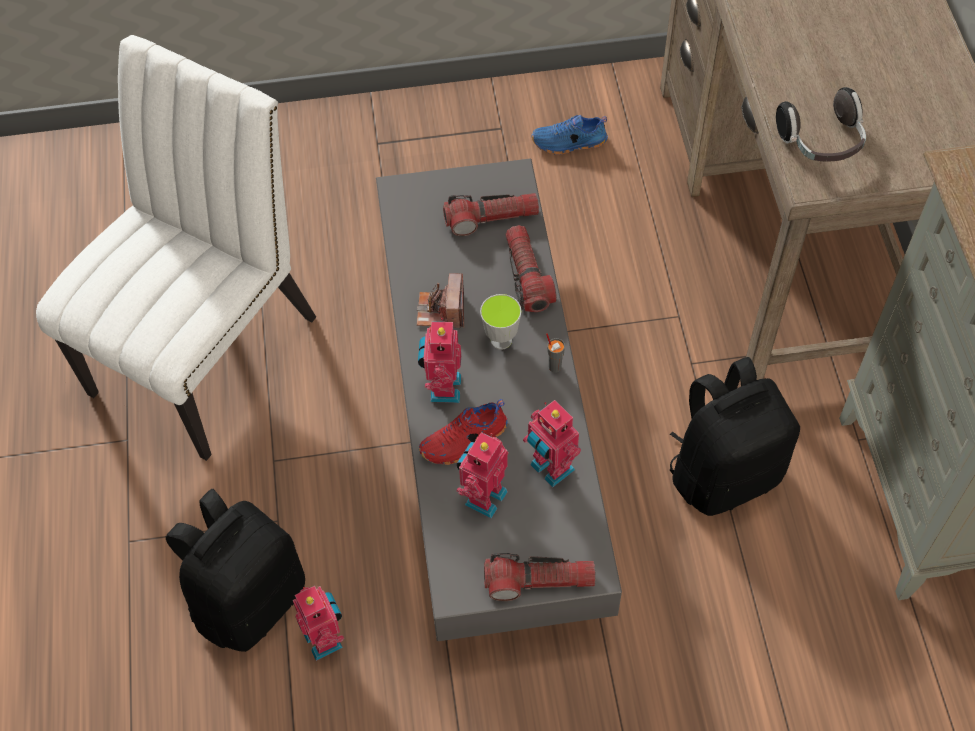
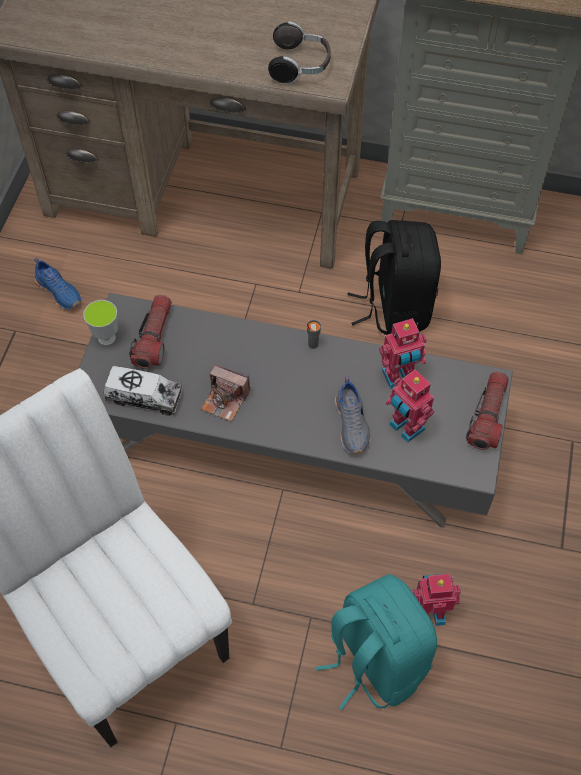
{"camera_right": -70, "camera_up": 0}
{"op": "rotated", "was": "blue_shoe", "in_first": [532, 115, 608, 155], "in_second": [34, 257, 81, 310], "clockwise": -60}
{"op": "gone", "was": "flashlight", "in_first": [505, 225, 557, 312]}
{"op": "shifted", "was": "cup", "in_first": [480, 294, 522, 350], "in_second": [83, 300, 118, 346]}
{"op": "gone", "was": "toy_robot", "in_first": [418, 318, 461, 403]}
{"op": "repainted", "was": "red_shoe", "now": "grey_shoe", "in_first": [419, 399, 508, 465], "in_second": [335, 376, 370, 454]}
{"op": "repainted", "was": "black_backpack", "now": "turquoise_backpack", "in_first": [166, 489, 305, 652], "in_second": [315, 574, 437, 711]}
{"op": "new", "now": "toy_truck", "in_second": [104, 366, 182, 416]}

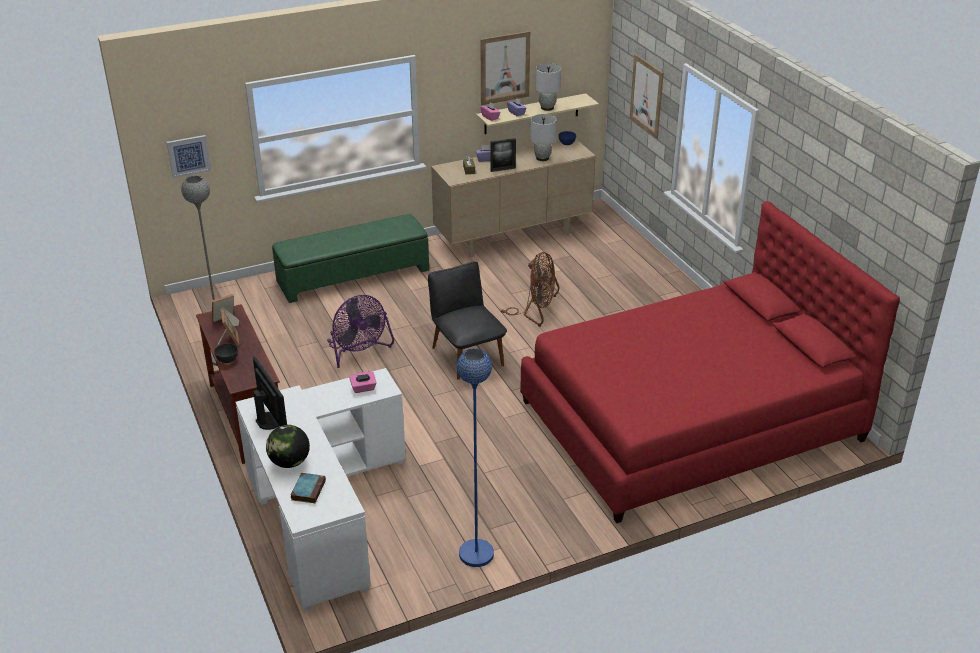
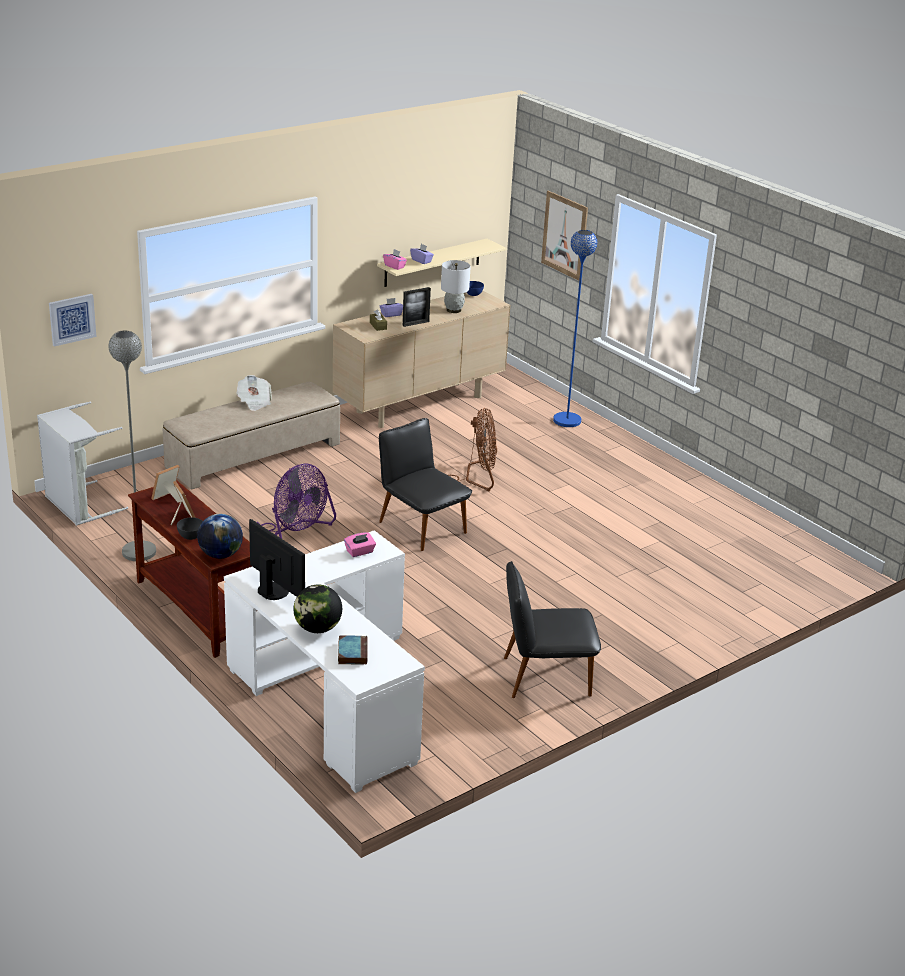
{"camera_right": -15, "camera_up": -5}
{"op": "gone", "was": "picture", "in_first": [480, 31, 530, 105]}
{"op": "gone", "was": "white_table_lamp", "in_first": [535, 63, 561, 111]}
{"op": "gone", "was": "red_bed", "in_first": [520, 201, 900, 523]}
{"op": "repainted", "was": "green_bench", "now": "beige_bench", "in_first": [272, 214, 429, 303], "in_second": [162, 382, 340, 489]}
{"op": "shifted", "was": "blue_floor_lamp", "in_first": [457, 348, 494, 567], "in_second": [553, 230, 597, 427]}
{"op": "new", "now": "newspaper", "in_second": [236, 375, 272, 411]}
{"op": "new", "now": "grey_laundry_basket", "in_second": [37, 401, 128, 526]}
{"op": "new", "now": "globe", "in_second": [197, 514, 243, 559]}
{"op": "new", "now": "black_chair", "in_second": [504, 561, 601, 698]}

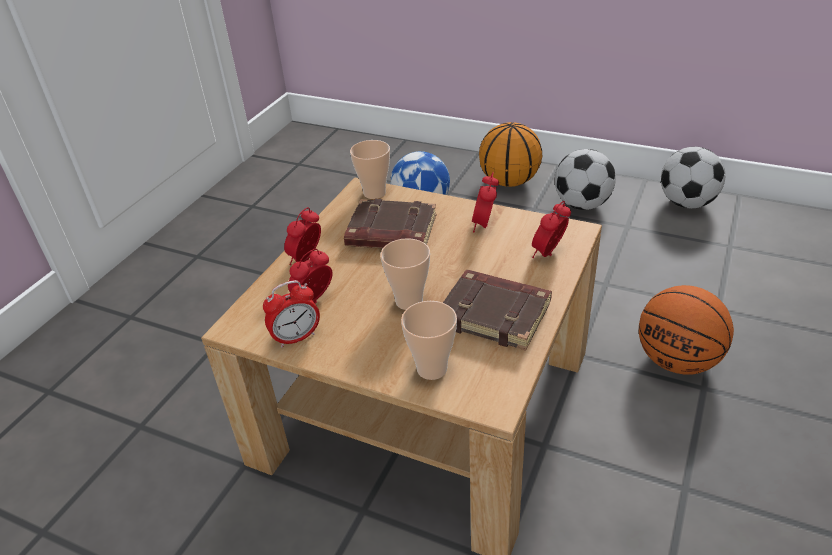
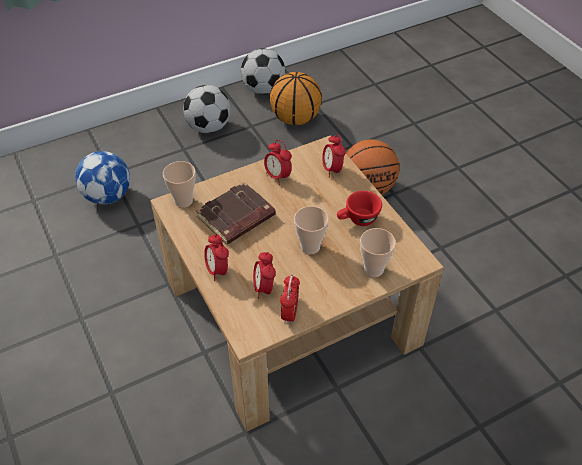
{"camera_right": -55, "camera_up": 10}
{"op": "shifted", "was": "basketball", "in_first": [479, 122, 542, 187], "in_second": [270, 72, 322, 125]}
{"op": "swapped", "was": "brown_book", "now": "red_cup", "in_first": [443, 270, 552, 350], "in_second": [337, 191, 382, 226]}

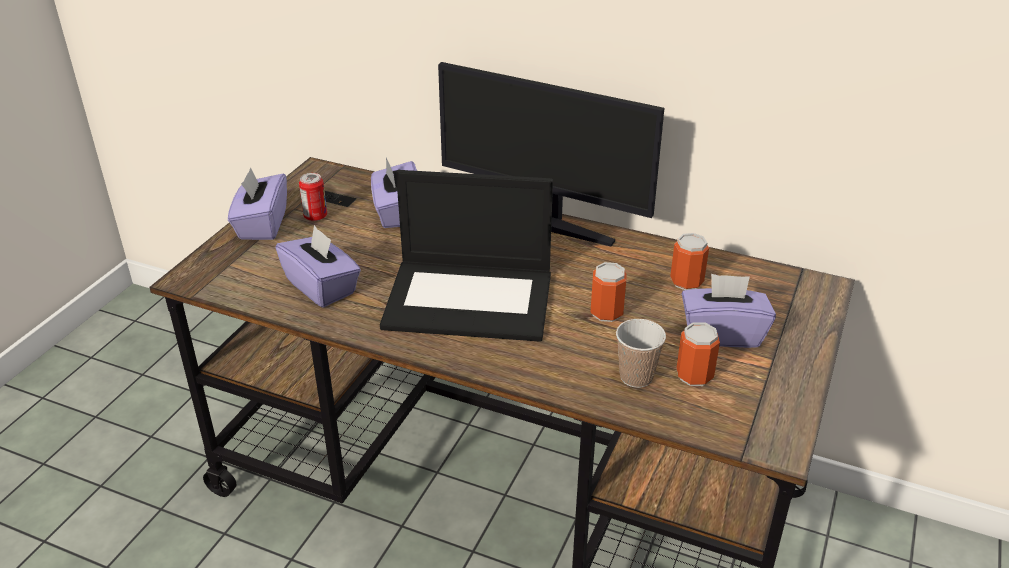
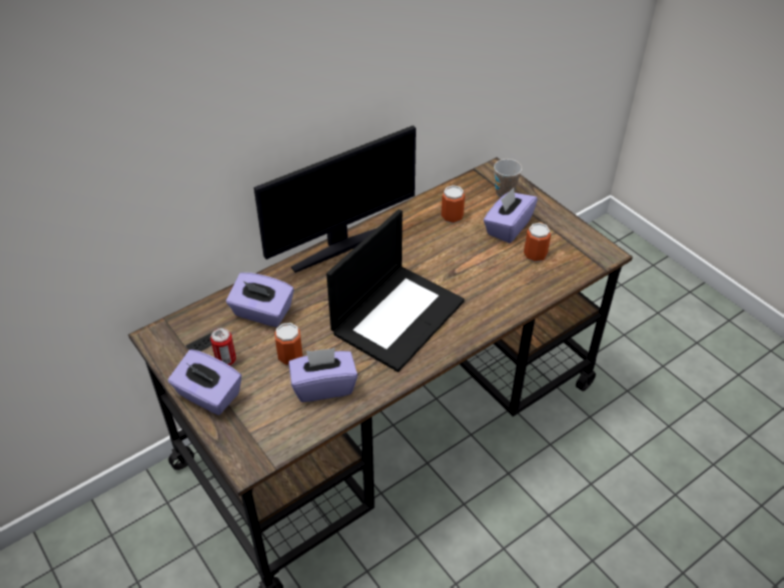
{"camera_right": -60, "camera_up": 10}
{"op": "shifted", "was": "can", "in_first": [590, 262, 627, 322], "in_second": [275, 323, 303, 365]}
{"op": "shifted", "was": "cup", "in_first": [616, 319, 666, 388], "in_second": [494, 159, 522, 197]}

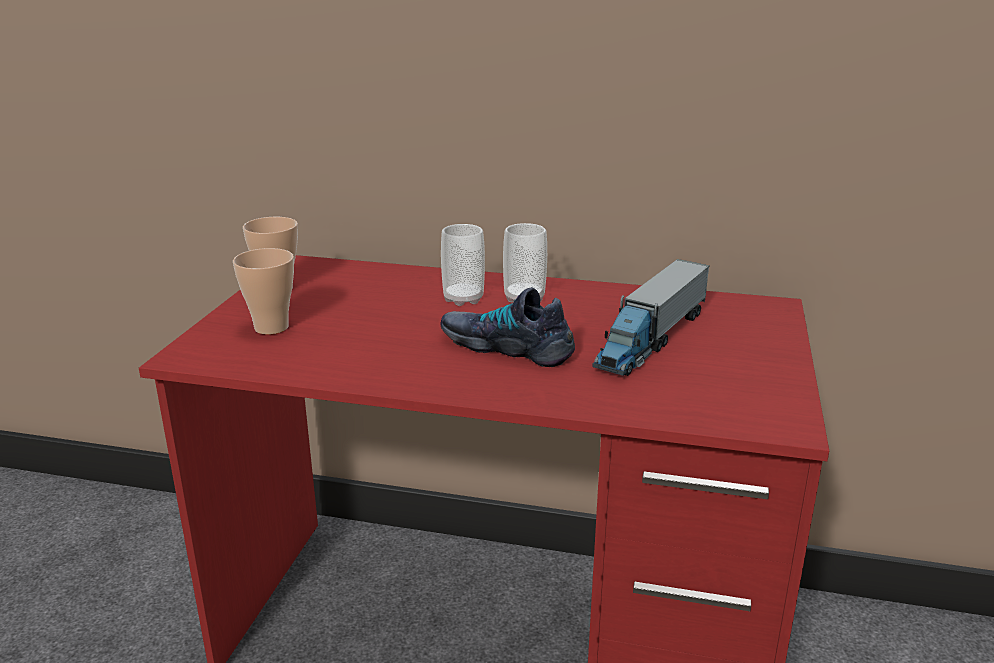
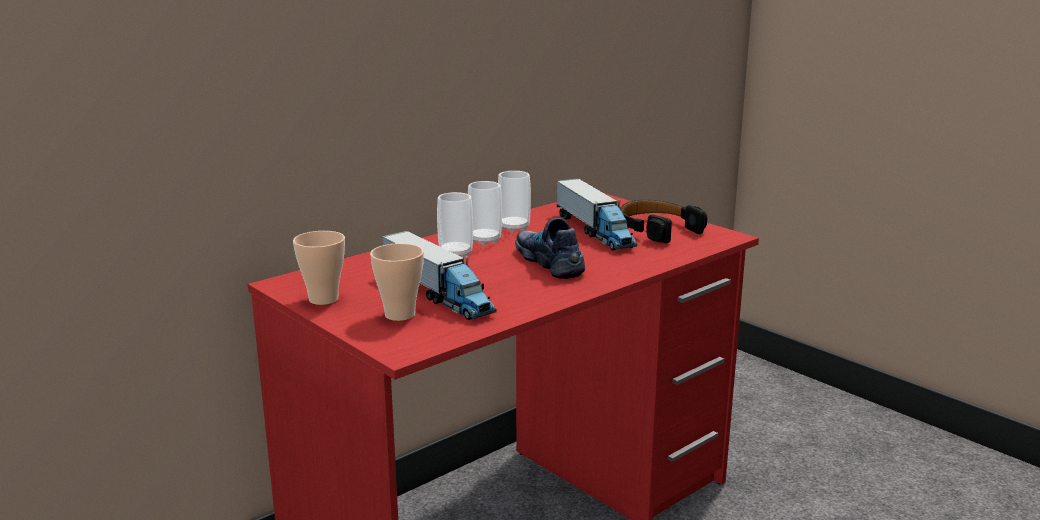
{"camera_right": -55, "camera_up": -5}
{"op": "rotated", "was": "shoe", "in_first": [440, 287, 575, 367], "in_second": [515, 218, 585, 279], "clockwise": 90}
{"op": "new", "now": "cup", "in_second": [498, 171, 531, 232]}
{"op": "new", "now": "black_headphones", "in_second": [621, 200, 707, 243]}
{"op": "new", "now": "toy_truck", "in_second": [382, 231, 497, 320]}

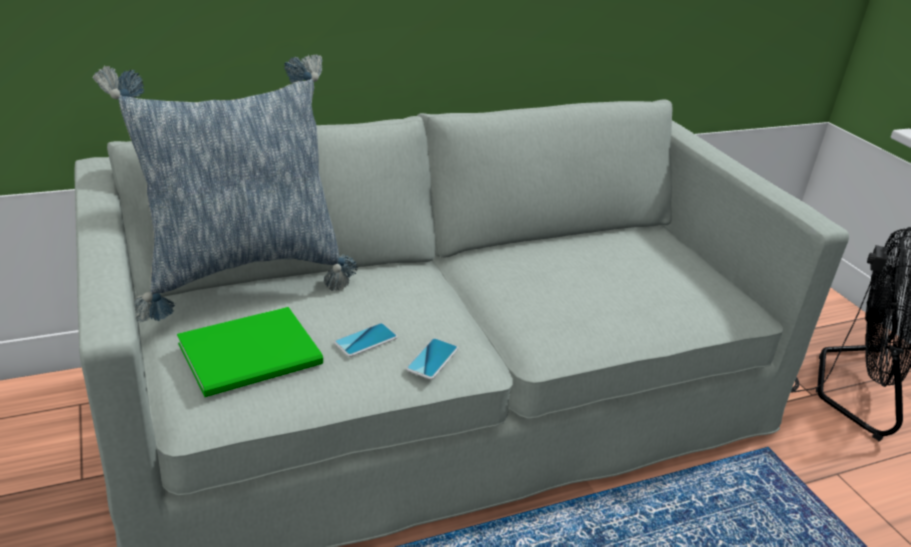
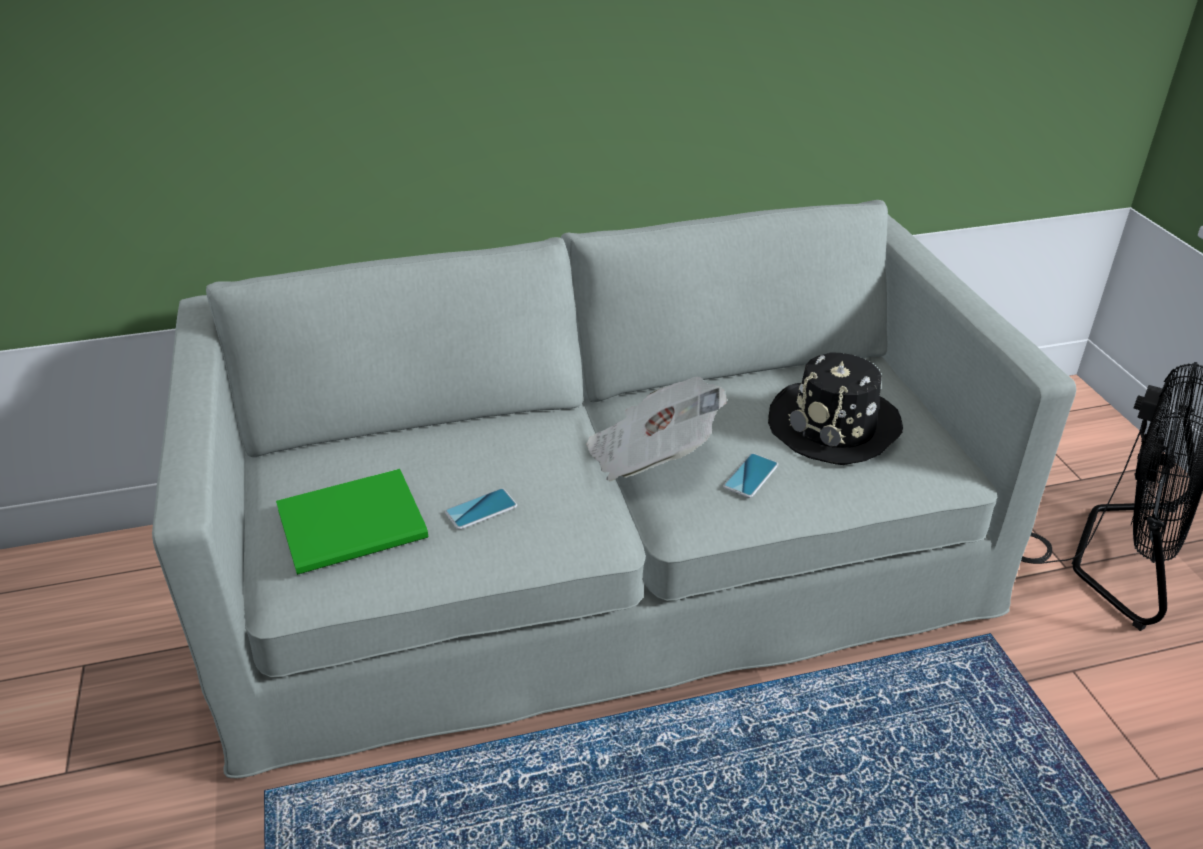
{"camera_right": 10, "camera_up": 5}
{"op": "gone", "was": "pillow", "in_first": [92, 55, 358, 322]}
{"op": "shifted", "was": "phone", "in_first": [406, 338, 458, 379], "in_second": [723, 453, 778, 498]}
{"op": "new", "now": "black_hat", "in_second": [768, 353, 903, 465]}
{"op": "new", "now": "newspaper", "in_second": [586, 377, 727, 482]}

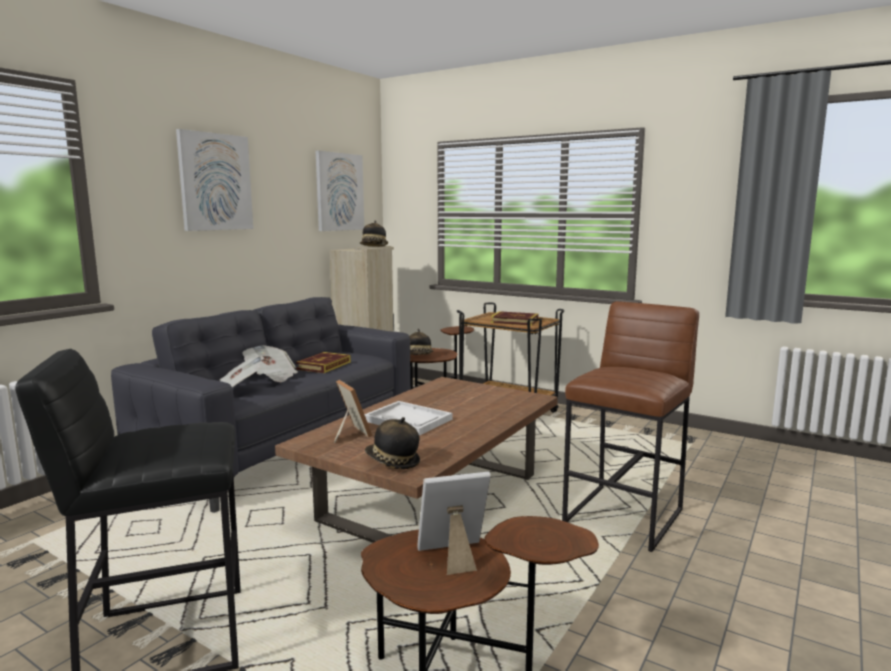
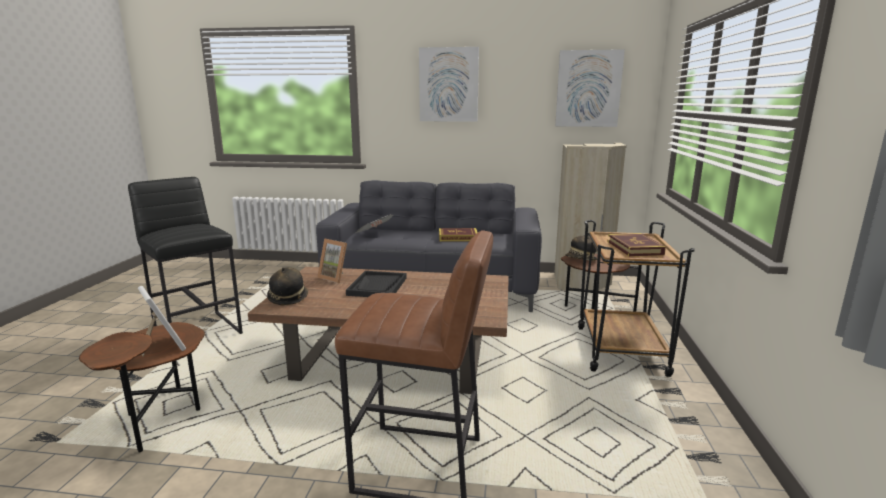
{"camera_right": 65, "camera_up": 5}
{"op": "gone", "was": "hat", "in_first": [360, 221, 388, 246]}
{"op": "gone", "was": "newspaper", "in_first": [242, 345, 298, 382]}
{"op": "rotated", "was": "picture_frame", "in_first": [334, 380, 373, 443], "in_second": [317, 238, 347, 283], "clockwise": 90}
{"op": "repainted", "was": "white_tray", "now": "black_tray", "in_first": [364, 401, 452, 436], "in_second": [346, 271, 407, 297]}

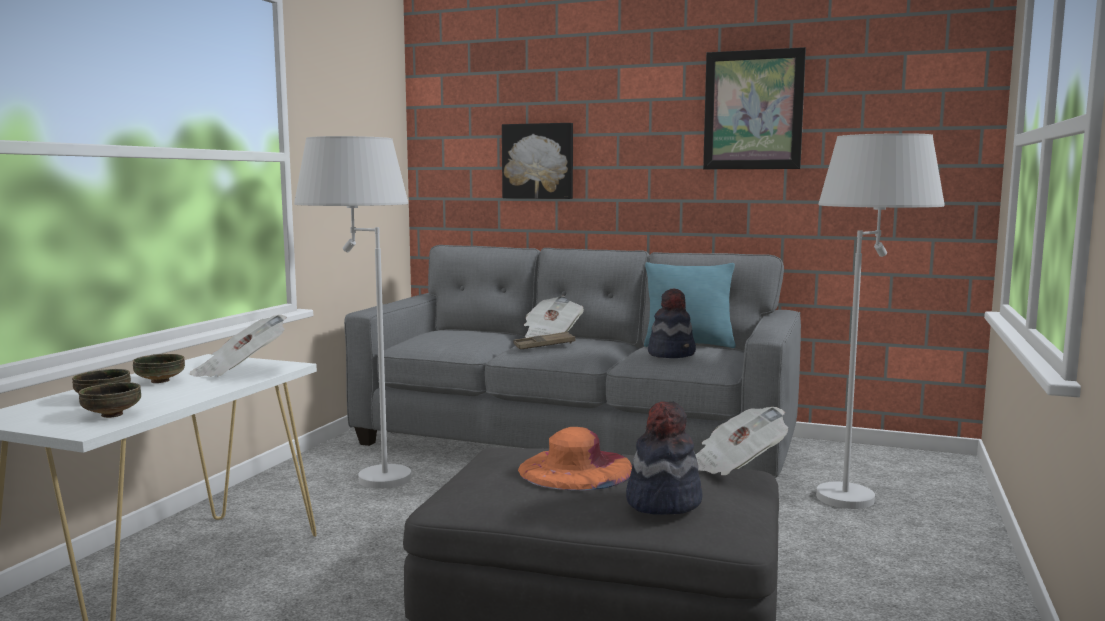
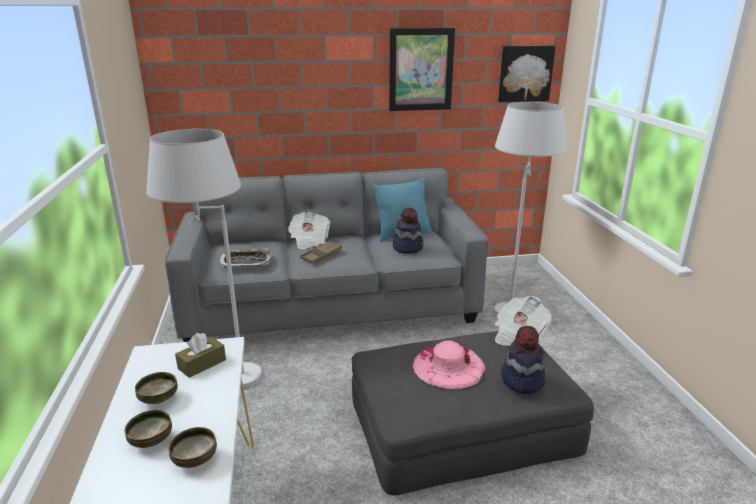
{"camera_right": -30, "camera_up": 15}
{"op": "shifted", "was": "picture", "in_first": [502, 123, 573, 199], "in_second": [498, 46, 556, 102]}
{"op": "swapped", "was": "newspaper", "now": "brown_tissue_box", "in_first": [190, 315, 287, 377], "in_second": [175, 333, 226, 378]}
{"op": "repainted", "was": "orange_hat", "now": "pink_hat", "in_first": [518, 427, 632, 491], "in_second": [413, 340, 487, 390]}
{"op": "new", "now": "tray", "in_second": [218, 248, 272, 267]}

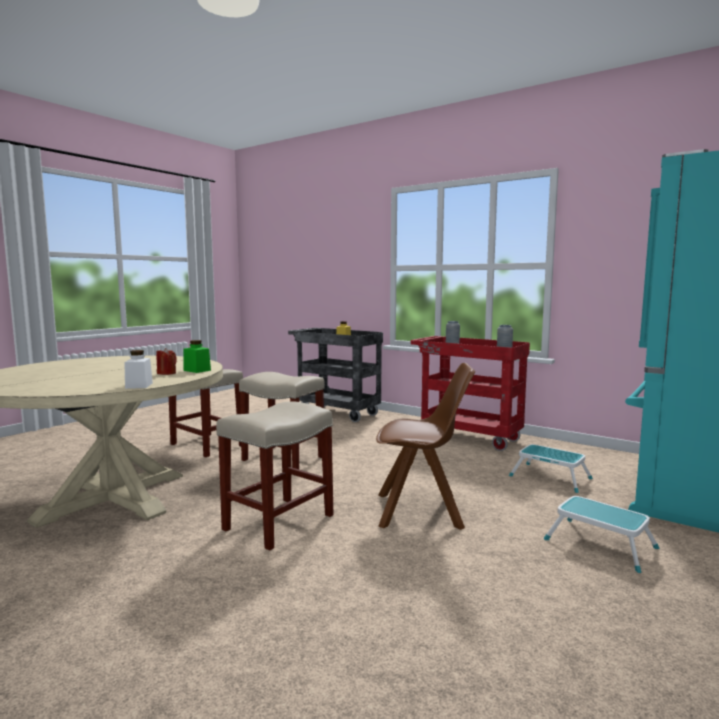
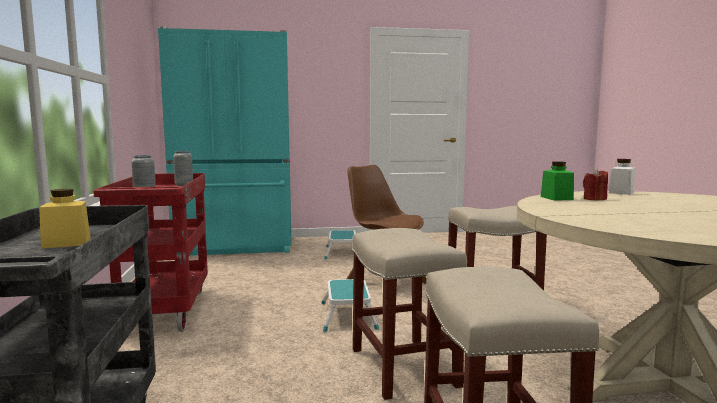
{"camera_right": -135, "camera_up": 0}
{"op": "shifted", "was": "turquoise_step_ladder", "in_first": [509, 444, 593, 493], "in_second": [321, 279, 379, 332]}

